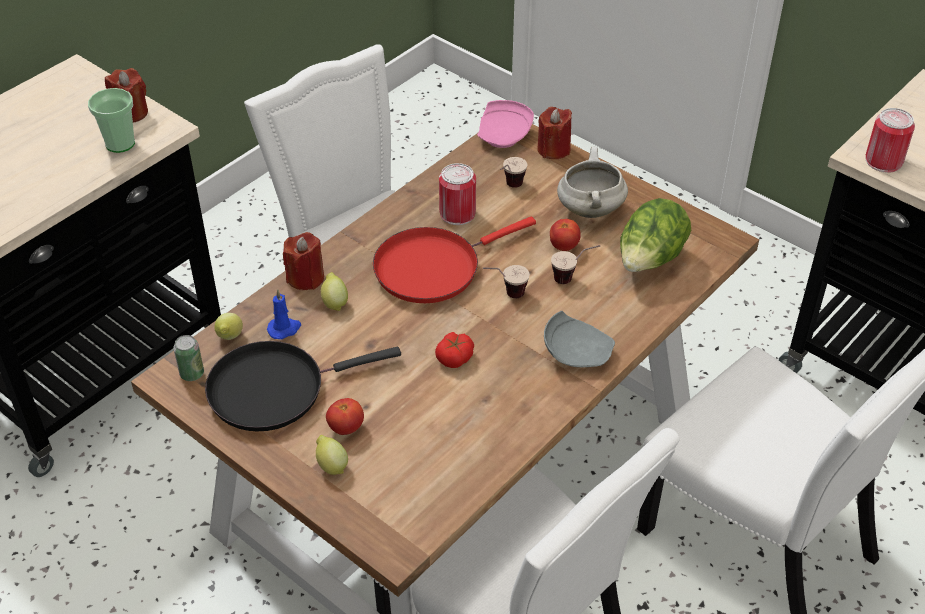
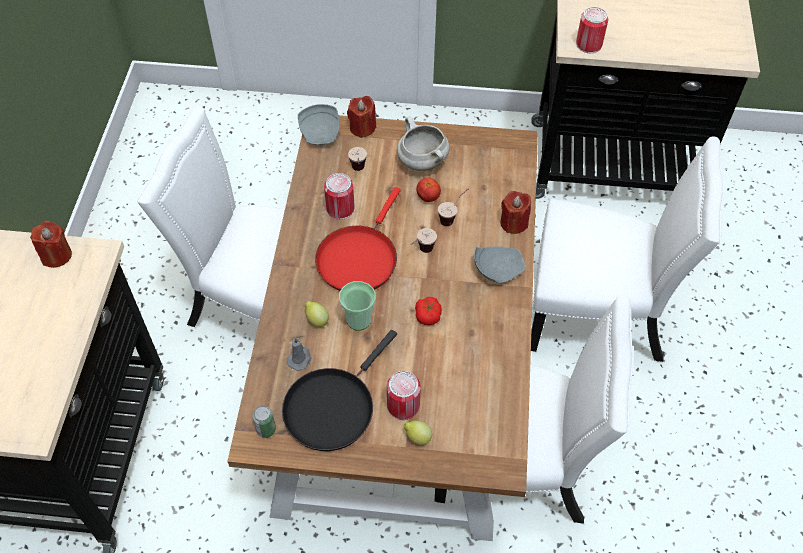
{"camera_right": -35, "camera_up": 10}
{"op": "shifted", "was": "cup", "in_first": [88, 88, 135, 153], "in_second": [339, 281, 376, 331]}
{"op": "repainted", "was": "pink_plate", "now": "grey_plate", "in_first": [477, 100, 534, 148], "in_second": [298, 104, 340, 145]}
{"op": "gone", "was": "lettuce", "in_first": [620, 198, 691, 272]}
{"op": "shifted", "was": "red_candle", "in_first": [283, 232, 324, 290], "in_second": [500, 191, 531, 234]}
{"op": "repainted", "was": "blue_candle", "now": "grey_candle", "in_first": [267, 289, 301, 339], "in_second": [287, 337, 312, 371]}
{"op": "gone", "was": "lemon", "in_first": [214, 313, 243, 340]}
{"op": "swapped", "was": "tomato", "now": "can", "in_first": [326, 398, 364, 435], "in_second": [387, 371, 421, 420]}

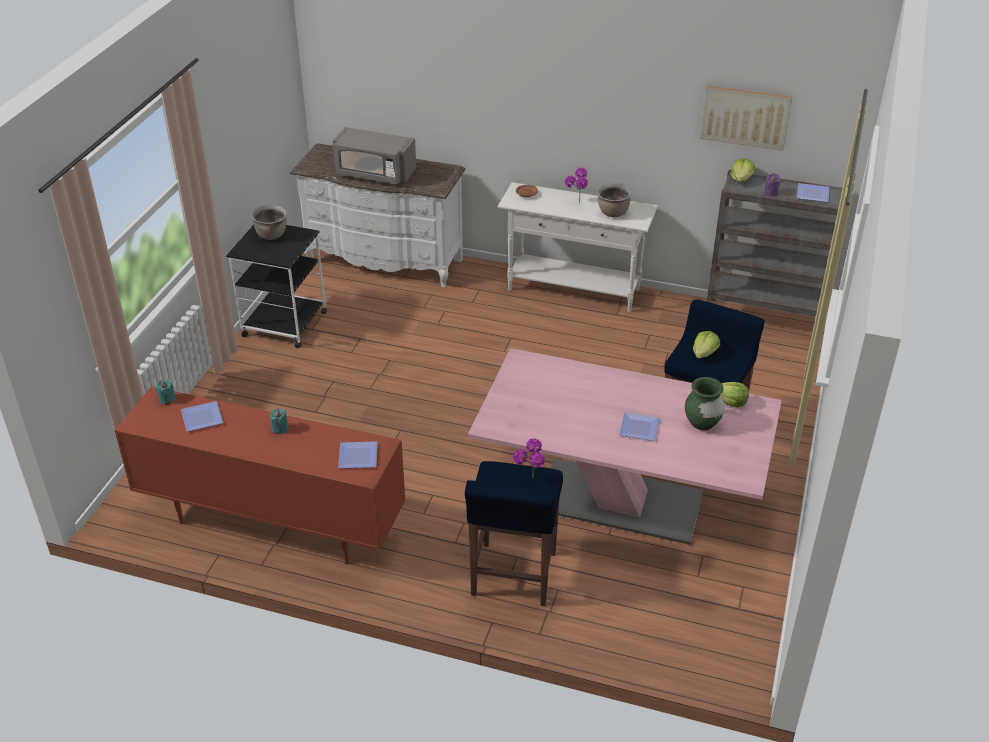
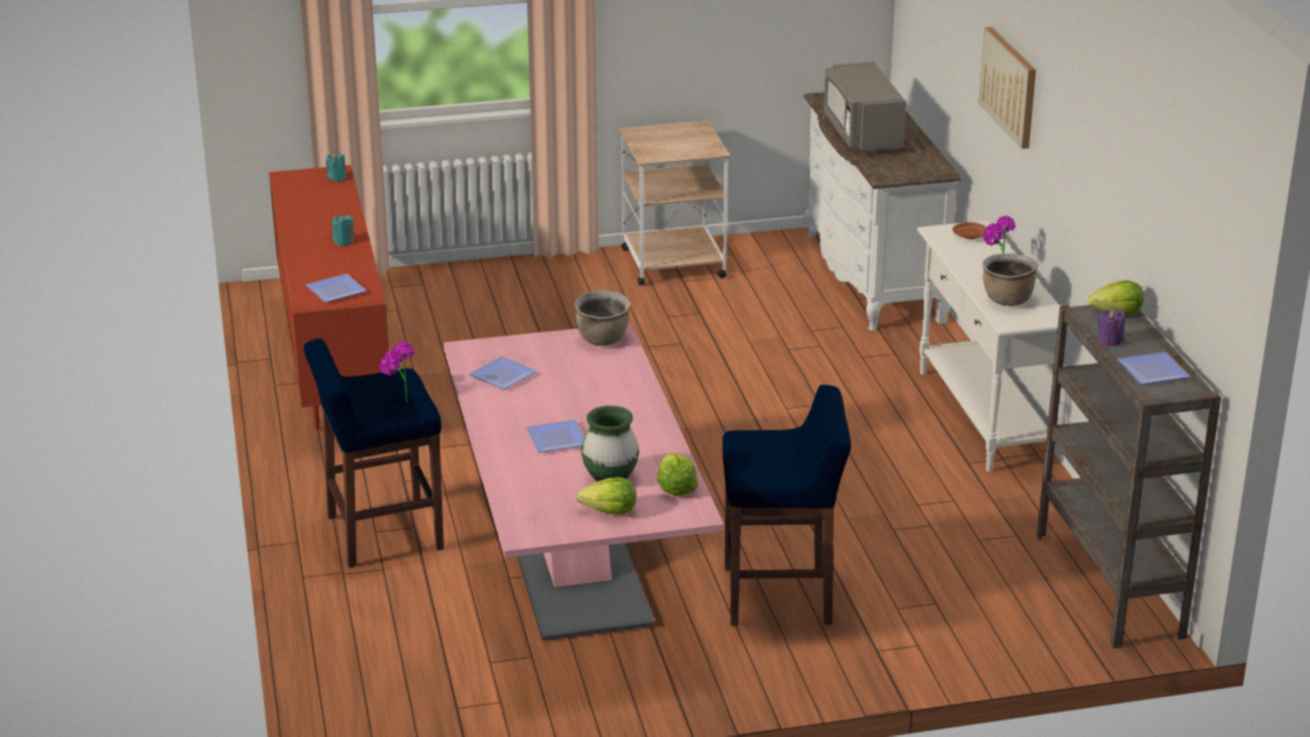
{"camera_right": 60, "camera_up": -10}
{"op": "shifted", "was": "picture", "in_first": [700, 86, 792, 151], "in_second": [979, 27, 1036, 149]}
{"op": "shifted", "was": "brown_cooking_pot", "in_first": [251, 205, 287, 240], "in_second": [575, 290, 631, 346]}
{"op": "repainted", "was": "black_cart", "now": "beige_cart", "in_first": [226, 225, 327, 348], "in_second": [620, 120, 731, 285]}
{"op": "shifted", "was": "lettuce", "in_first": [693, 331, 720, 359], "in_second": [576, 477, 636, 515]}
{"op": "shifted", "was": "plate", "in_first": [181, 401, 223, 432], "in_second": [469, 356, 537, 390]}

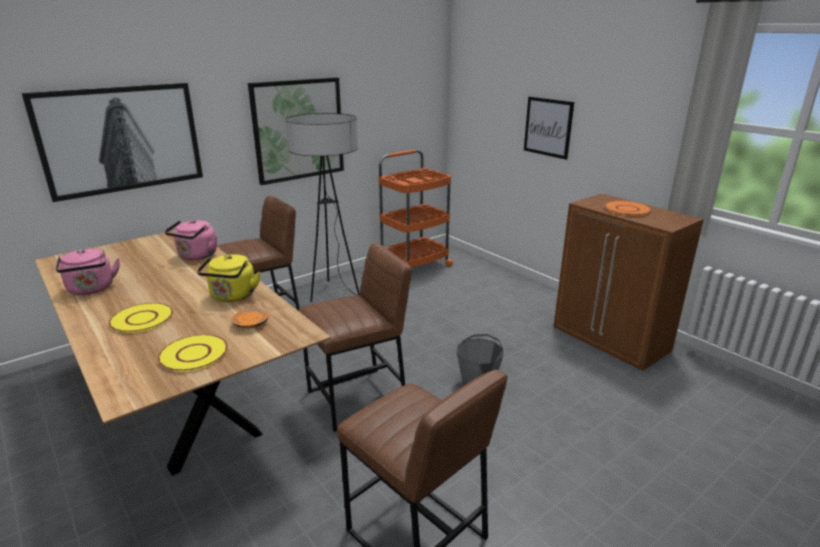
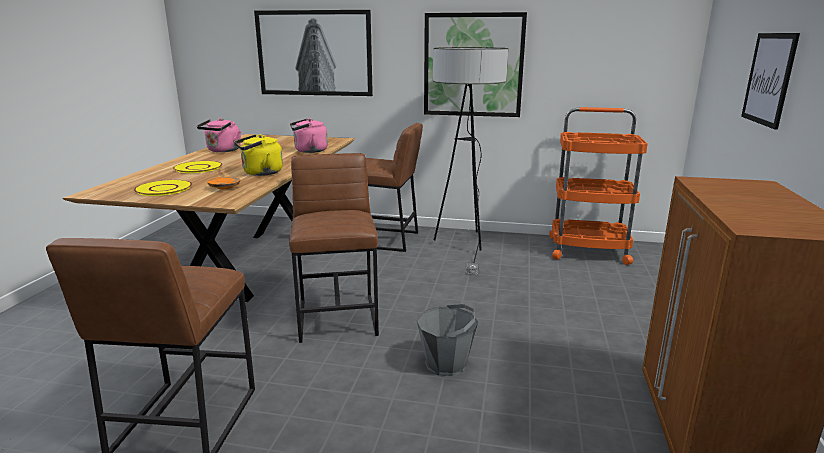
{"camera_right": 50, "camera_up": -5}
{"op": "gone", "was": "orange_plate", "in_first": [604, 201, 652, 216]}
{"op": "rotated", "was": "brown_chair", "in_first": [298, 243, 412, 432], "in_second": [289, 153, 379, 343], "clockwise": -120}

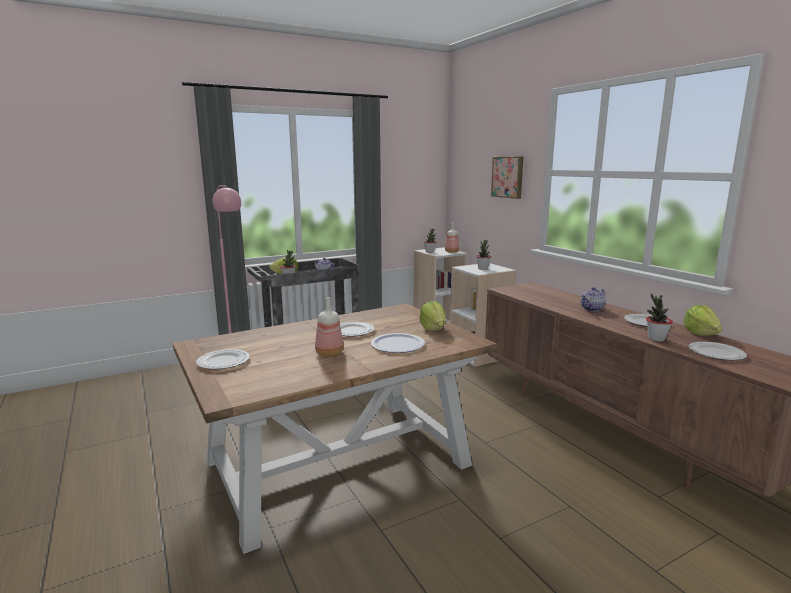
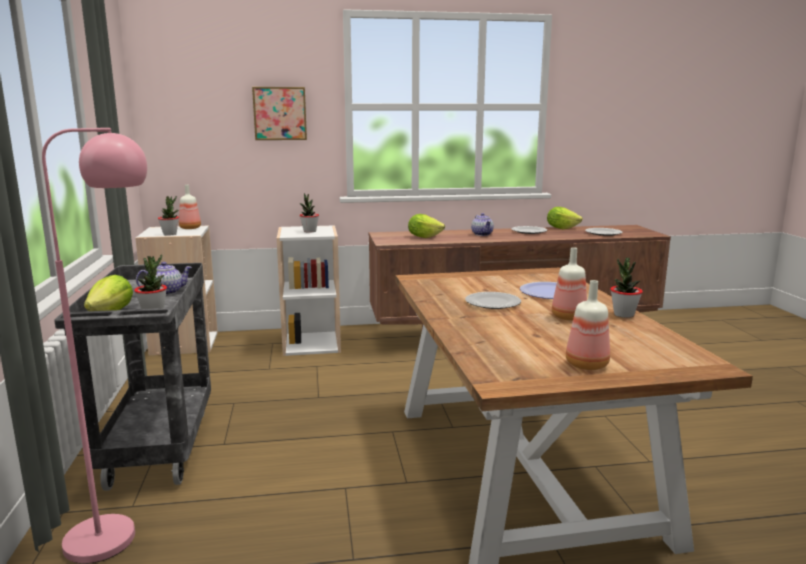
{"camera_right": -70, "camera_up": 0}
{"op": "shifted", "was": "potted_plant", "in_first": [646, 293, 673, 342], "in_second": [610, 258, 643, 318]}
{"op": "shifted", "was": "lettuce", "in_first": [419, 301, 446, 331], "in_second": [408, 214, 445, 238]}
{"op": "swapped", "was": "plate", "now": "bottle", "in_first": [196, 349, 250, 370], "in_second": [566, 280, 610, 370]}

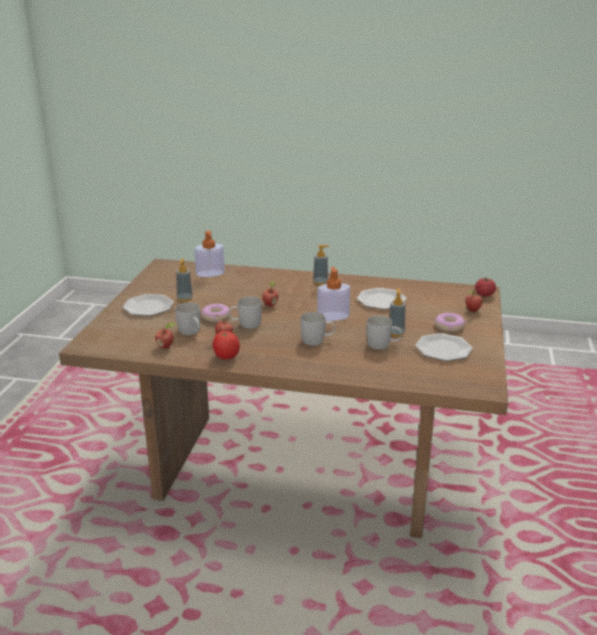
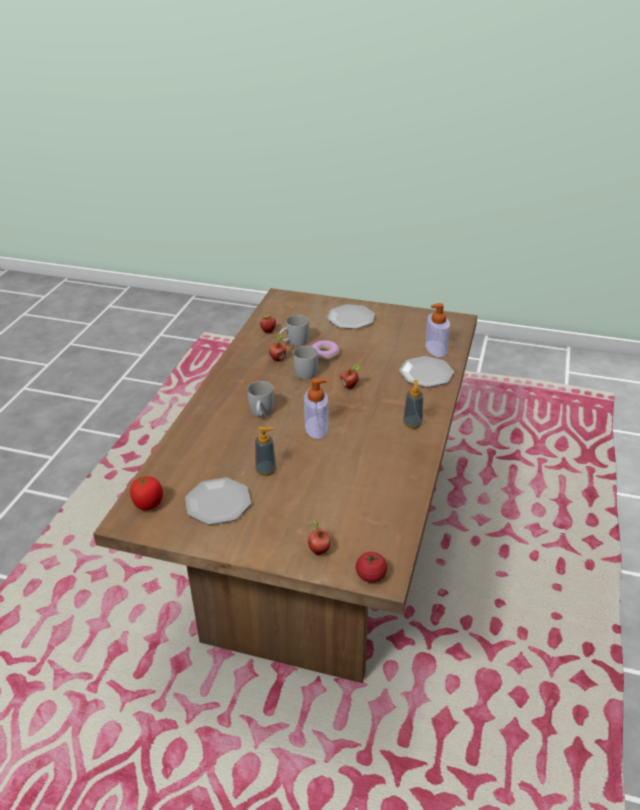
{"camera_right": 95, "camera_up": 10}
{"op": "gone", "was": "soap_dispenser", "in_first": [176, 258, 193, 302]}
{"op": "shifted", "was": "plate", "in_first": [357, 288, 407, 310], "in_second": [399, 356, 454, 387]}
{"op": "gone", "was": "donut", "in_first": [435, 313, 466, 332]}
{"op": "gone", "was": "white_mug", "in_first": [367, 316, 402, 350]}
{"op": "shifted", "was": "tomato", "in_first": [213, 331, 240, 359], "in_second": [130, 476, 163, 510]}

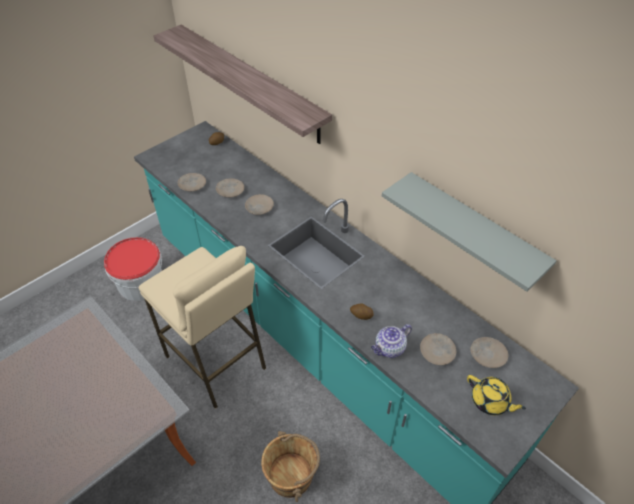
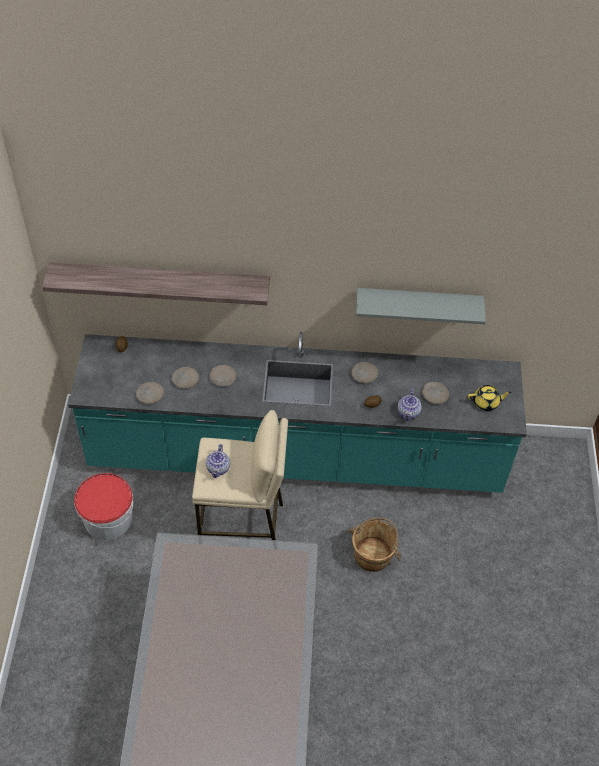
{"camera_right": -45, "camera_up": 5}
{"op": "shifted", "was": "beige_plate", "in_first": [471, 337, 508, 368], "in_second": [351, 362, 378, 383]}
{"op": "new", "now": "teapot", "in_second": [206, 444, 230, 478]}

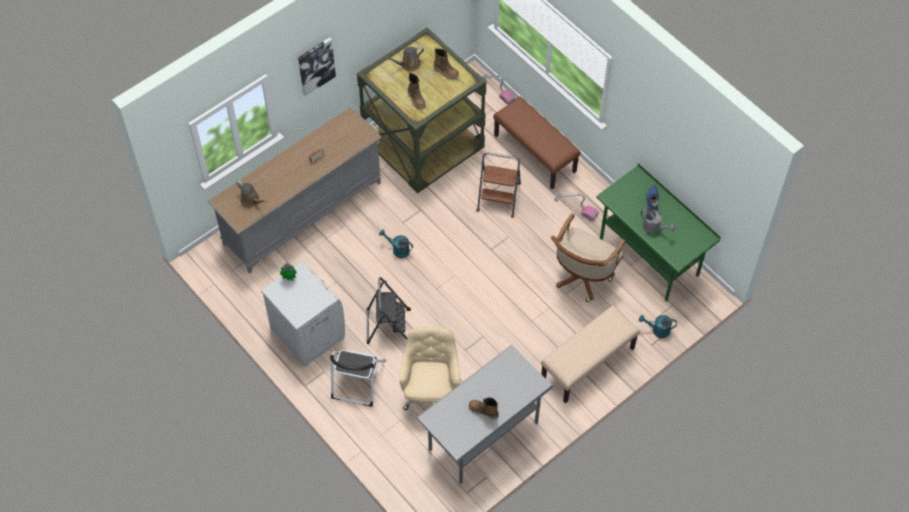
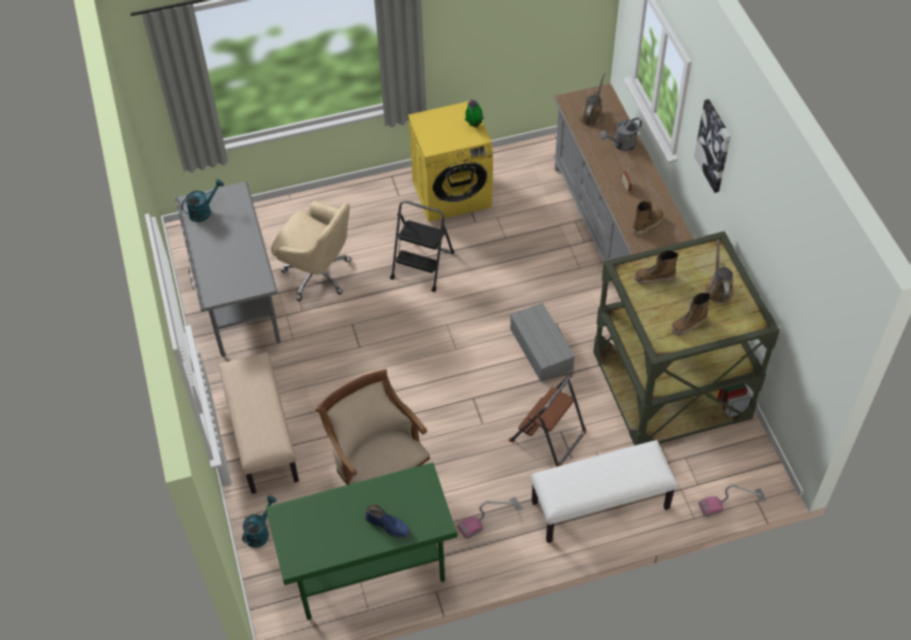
{"camera_right": 115, "camera_up": -5}
{"op": "repainted", "was": "brown_bench", "now": "white_bench", "in_first": [493, 96, 581, 189], "in_second": [531, 440, 678, 543]}
{"op": "rotated", "was": "brown_watering_can", "in_first": [236, 180, 267, 208], "in_second": [579, 73, 605, 127], "clockwise": 135}
{"op": "shifted", "was": "grey_watering_can", "in_first": [641, 208, 676, 234], "in_second": [600, 117, 642, 151]}
{"op": "shifted", "was": "turquoise_watering_can", "in_first": [379, 229, 413, 258], "in_second": [181, 179, 224, 222]}
{"op": "repainted", "was": "white_washing_machine", "now": "yellow_washing_machine", "in_first": [261, 261, 345, 367], "in_second": [408, 101, 493, 222]}
{"op": "gone", "was": "step_ladder", "in_first": [330, 350, 386, 407]}
{"op": "shifted", "was": "boot", "in_first": [469, 397, 499, 419], "in_second": [633, 201, 663, 237]}
{"op": "new", "now": "grey_storage_box", "in_second": [510, 303, 575, 382]}

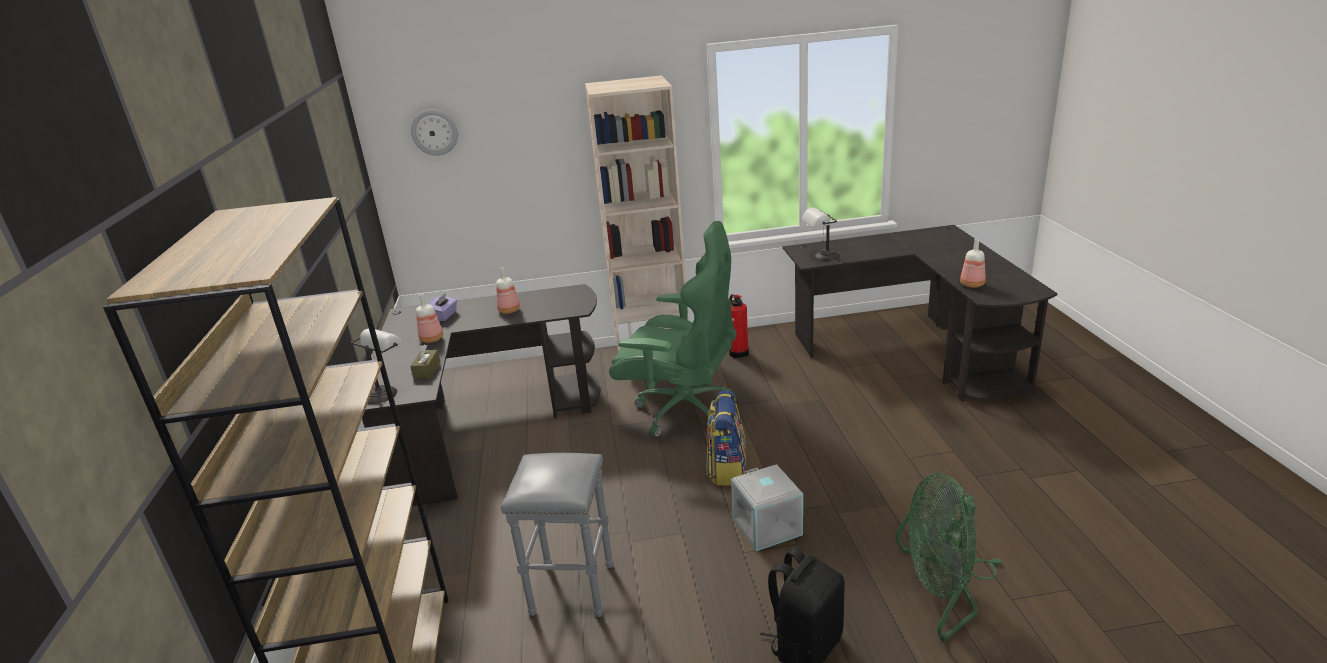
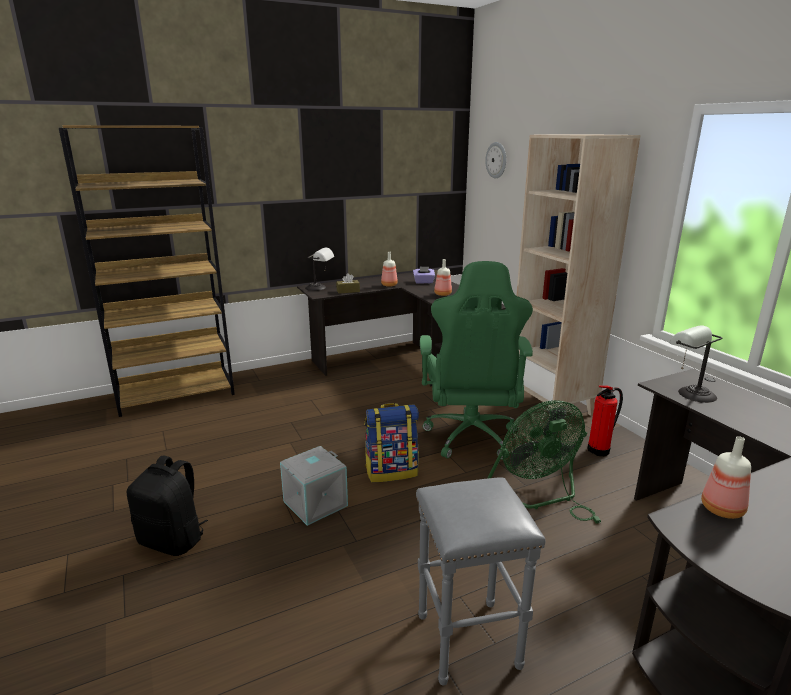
{"camera_right": 70, "camera_up": -5}
{"op": "shifted", "was": "grey_stool", "in_first": [501, 453, 613, 617], "in_second": [416, 478, 545, 686]}
{"op": "shifted", "was": "green_fan", "in_first": [896, 473, 1004, 642], "in_second": [488, 400, 601, 524]}

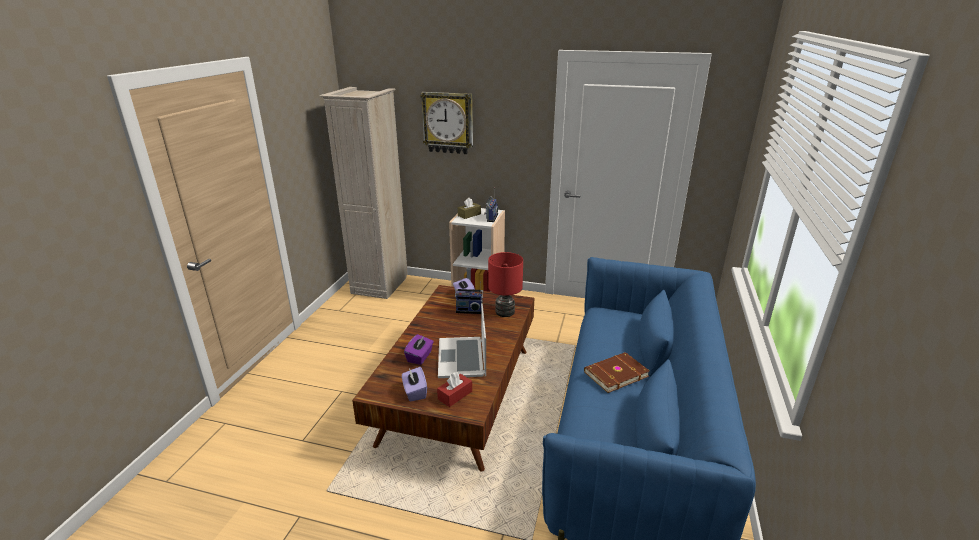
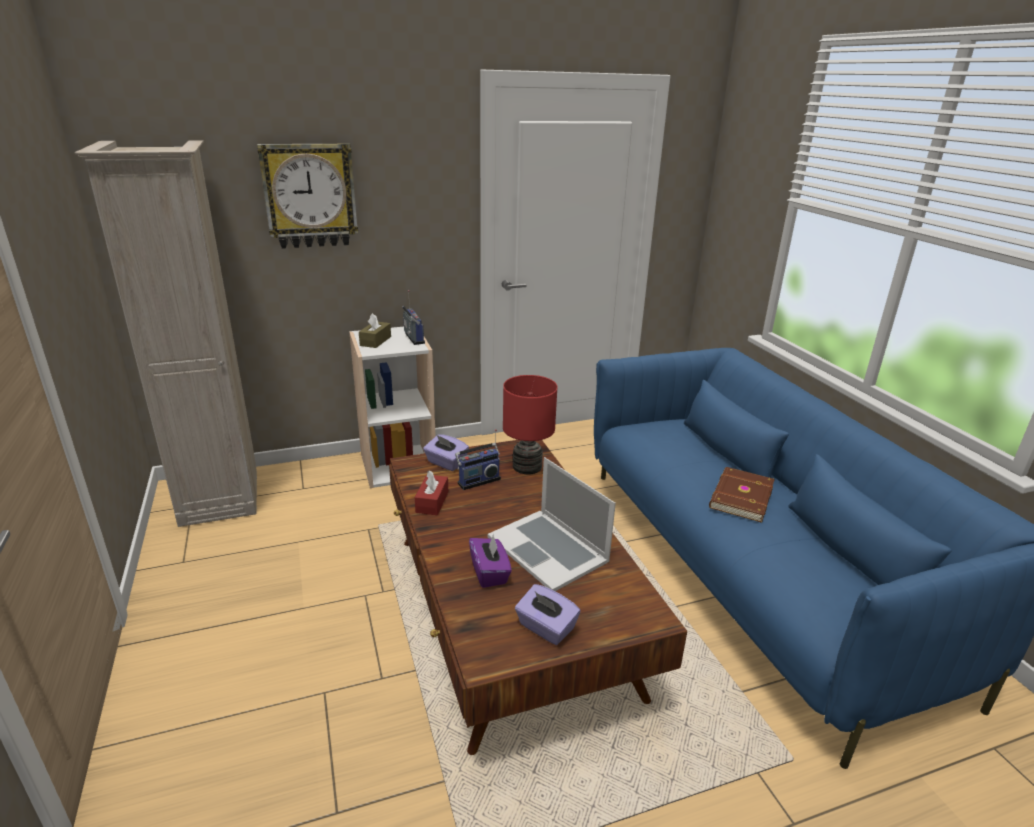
{"camera_right": -35, "camera_up": 0}
{"op": "shifted", "was": "red_tissue_box", "in_first": [437, 372, 472, 407], "in_second": [415, 470, 448, 515]}

